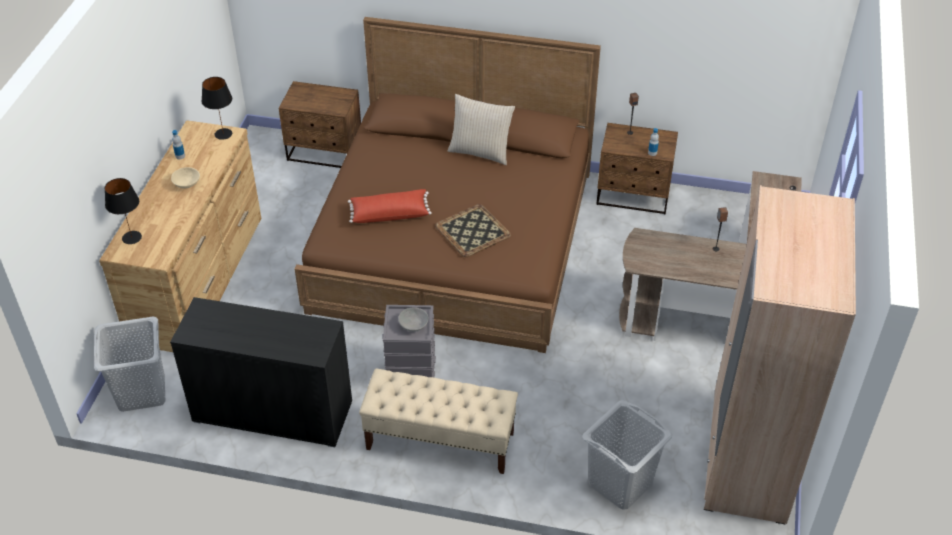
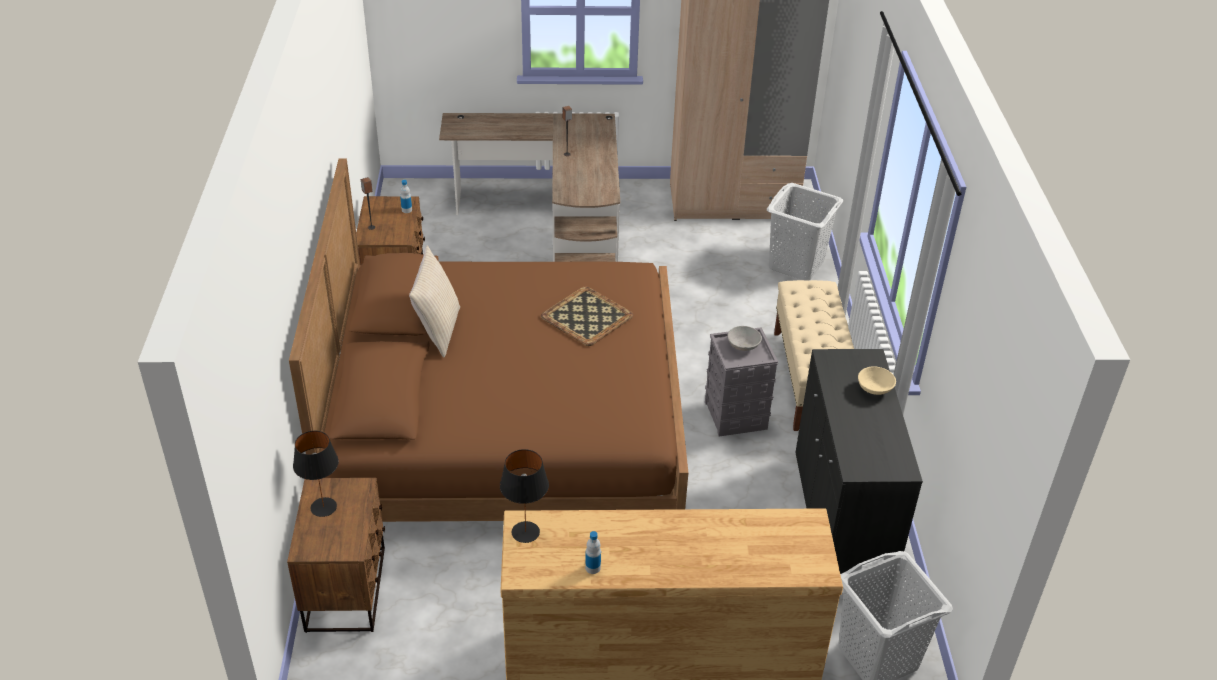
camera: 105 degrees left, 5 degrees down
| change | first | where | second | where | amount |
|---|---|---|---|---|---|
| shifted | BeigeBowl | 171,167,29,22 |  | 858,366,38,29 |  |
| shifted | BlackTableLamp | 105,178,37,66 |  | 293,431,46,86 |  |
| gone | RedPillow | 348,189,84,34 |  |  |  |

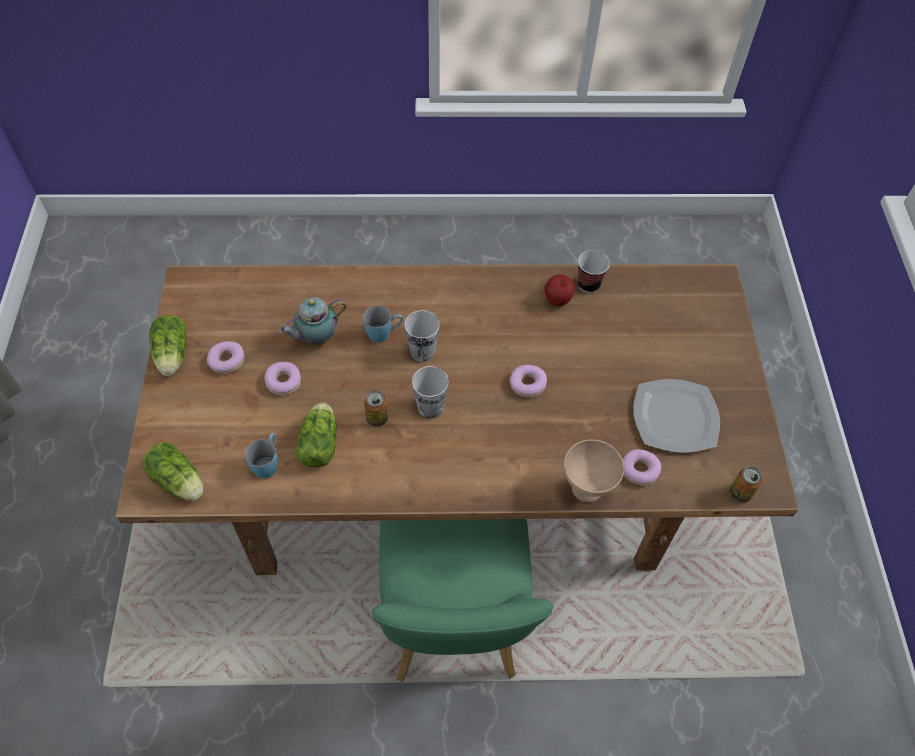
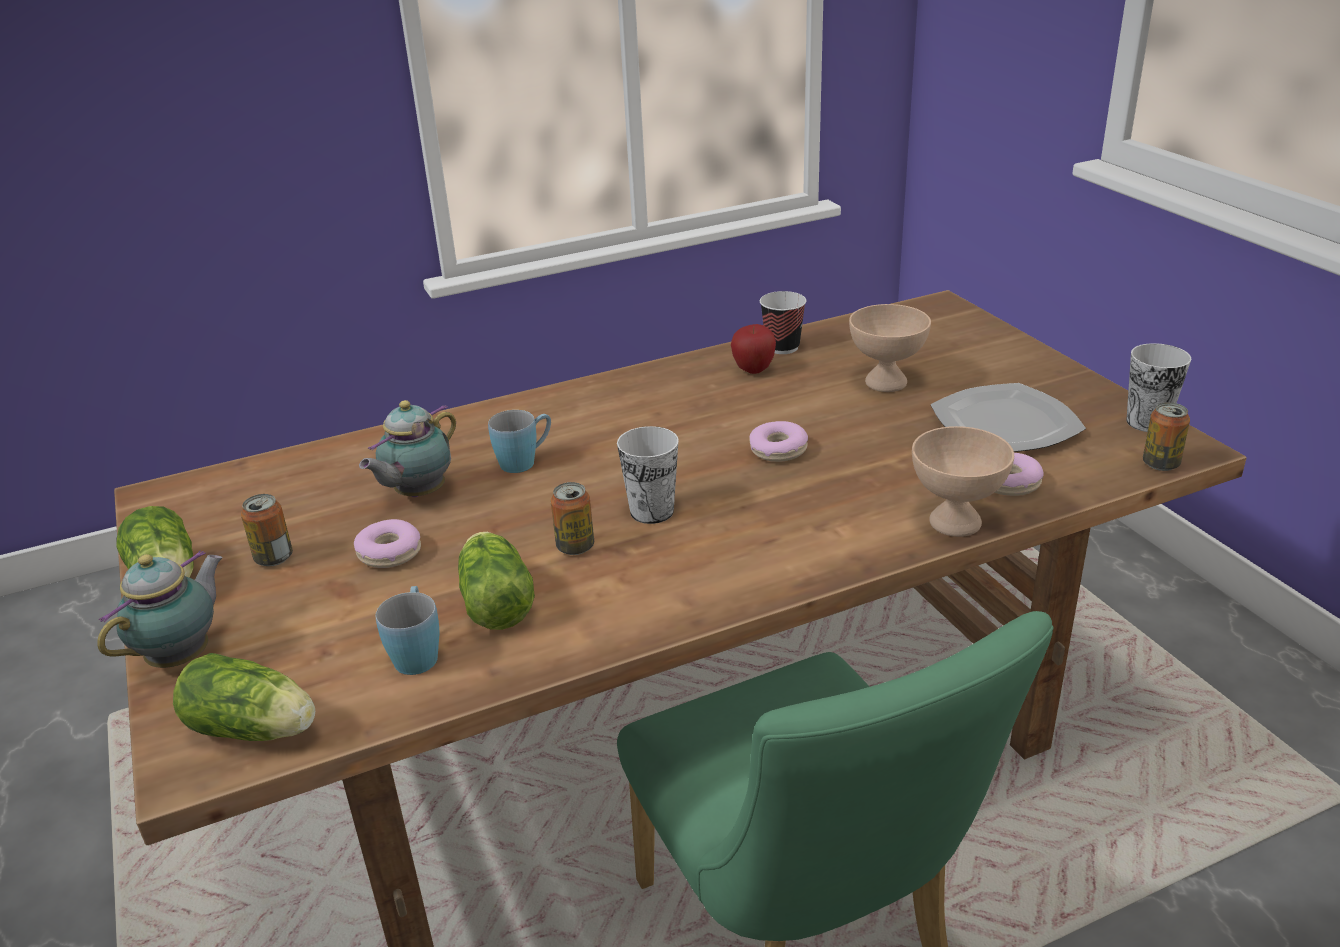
camera: 20 degrees left, 25 degrees down
| change | first | where | second | where | amount |
|---|---|---|---|---|---|
| shifted | Cup | 405,310,35,52 |  | 1126,343,65,89 |  |
| swapped | Donut | 207,341,38,32 | Can | 241,494,52,72 |  |
| new |  |  | BeigeBowl | 849,304,82,88 |  |
| new |  |  | Teapot | 97,551,126,117 |  |

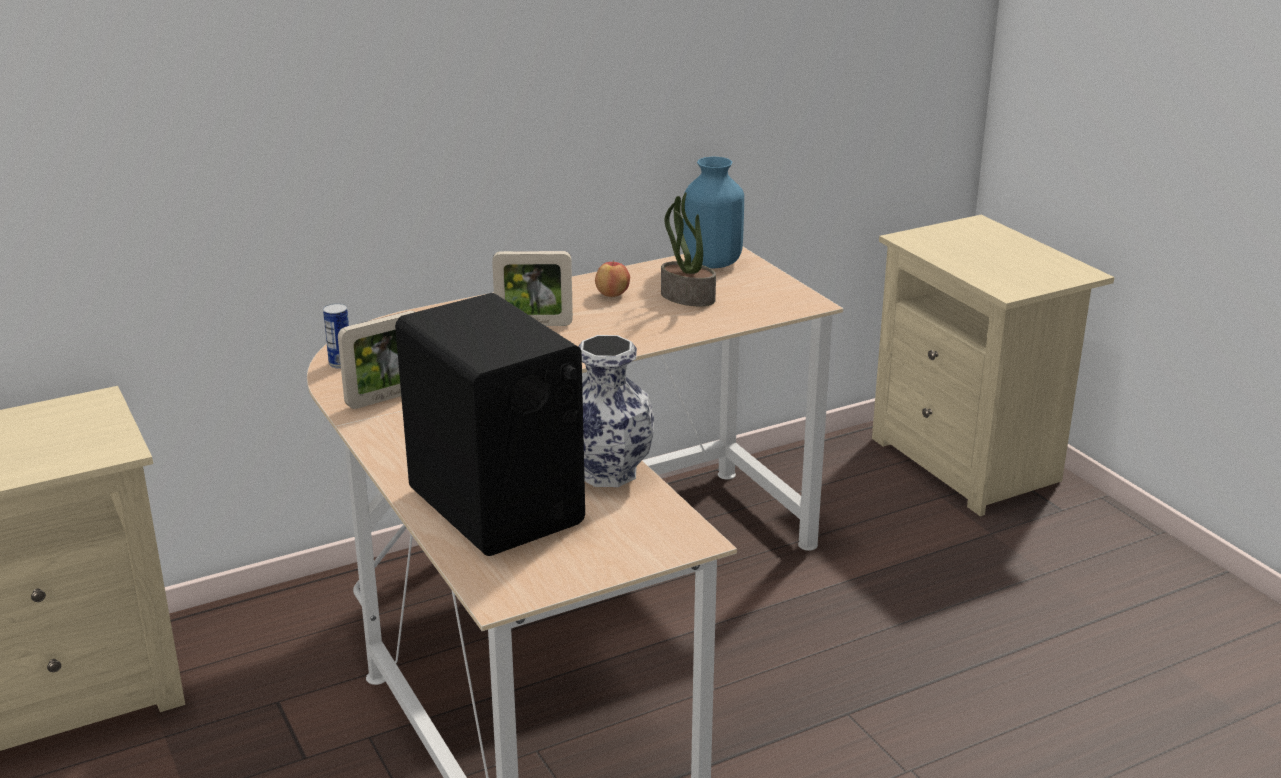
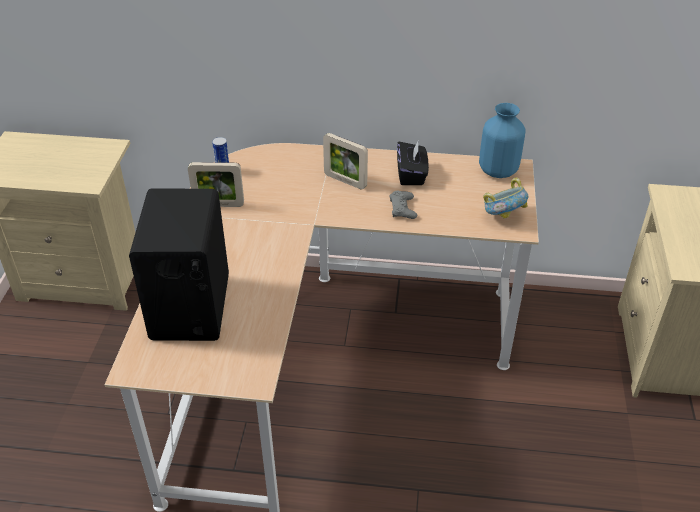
camera: 35 degrees right, 15 degrees up
| change | first | where | second | where | amount |
|---|---|---|---|---|---|
| gone | PottedPlant | 661,192,55,114 |  |  |  |
| swapped | Apple | 595,261,35,36 | BlackTissueBox | 397,142,32,43 |  |
| gone | Vase | 578,335,76,152 |  |  |  |
| new |  |  | Bowl | 483,178,45,41 |  |
| new |  |  | GreyGameController | 390,191,27,28 |  |

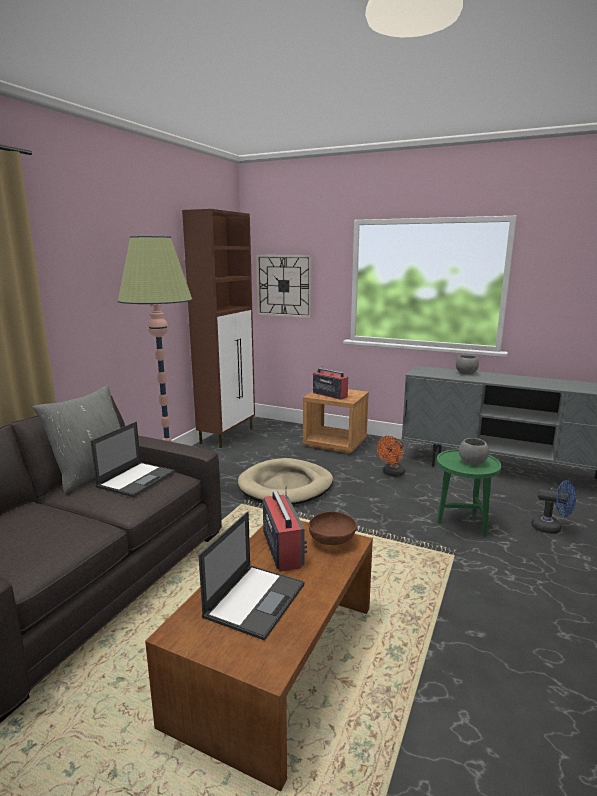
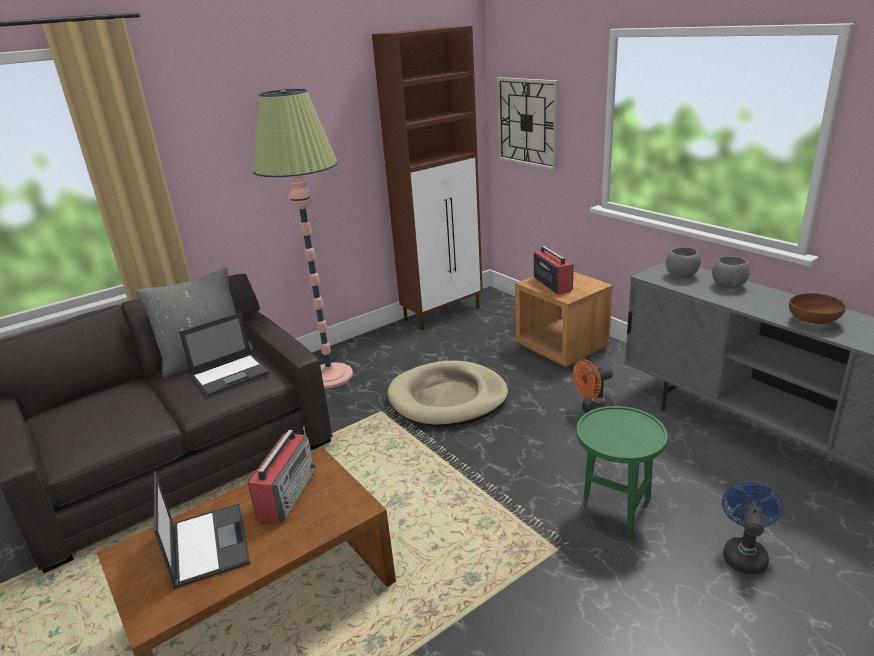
camera: 30 degrees right, 10 degrees up
| change | first | where | second | where | amount |
|---|---|---|---|---|---|
| shifted | GreyBowl | 459,438,30,27 |  | 666,247,35,32 |  |
| rotated | BlueFan | 531,480,45,54 |  | 722,481,61,94 | 120 degrees counterclockwise |
| shifted | BrownBowl | 309,511,48,34 |  | 789,293,57,31 |  |
| rotated | Laptop | 198,512,106,129 |  | 154,471,97,118 | 75 degrees counterclockwise |

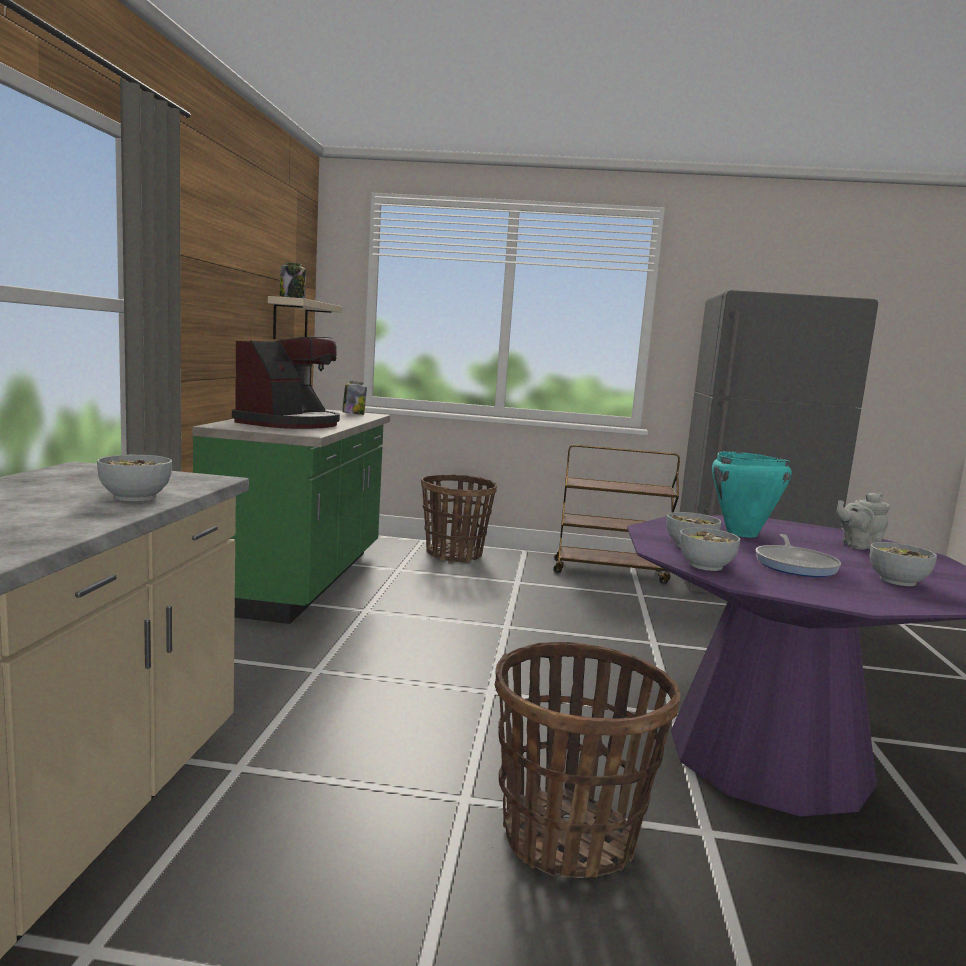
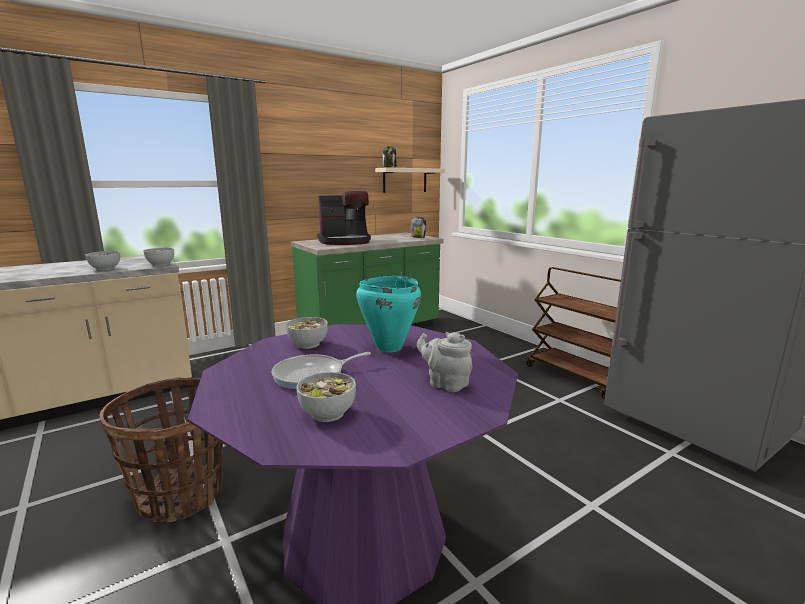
camera: 50 degrees right, 5 degrees up
| change | first | where | second | where | amount |
|---|---|---|---|---|---|
| gone | Basket | 421,475,76,87 |  |  |  |
| shifted | Bowl | 679,527,61,44 |  | 143,248,31,18 |  |

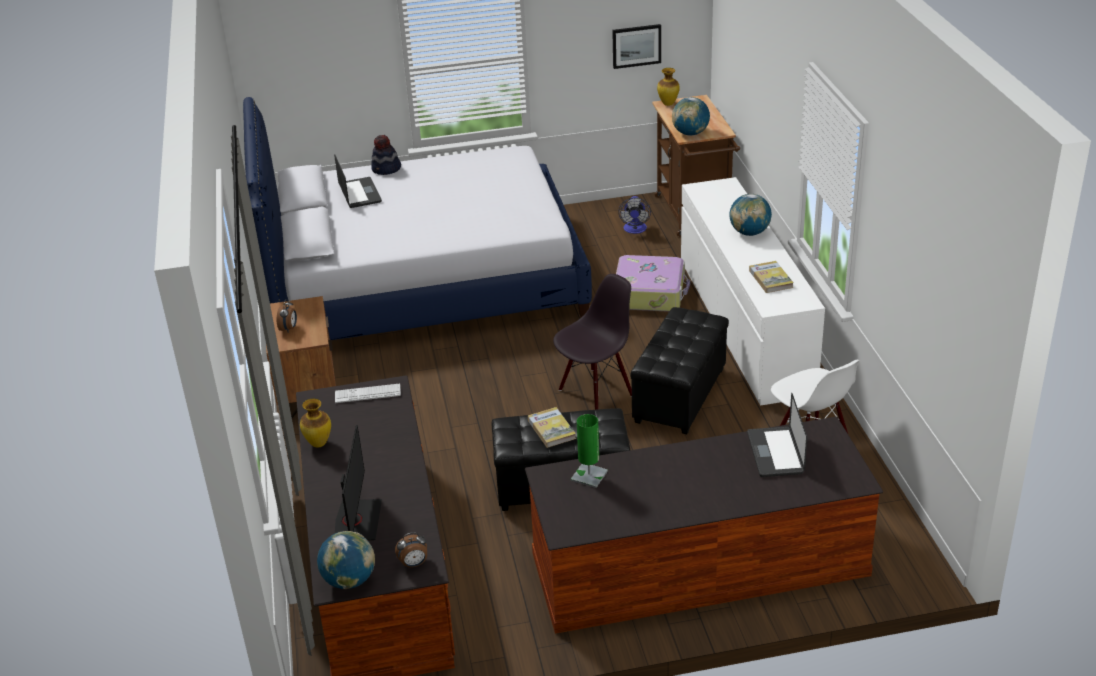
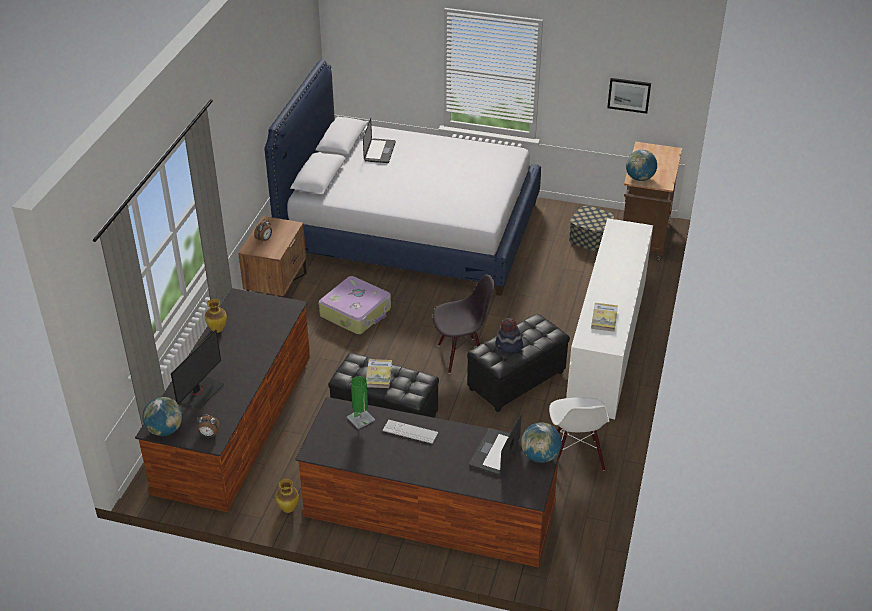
camera: 25 degrees right, 5 degrees up
| change | first | where | second | where | amount |
|---|---|---|---|---|---|
| shifted | Vase | 657,68,23,38 |  | 275,479,24,34 |  |
| shifted | Hat | 371,135,30,40 |  | 495,318,28,35 |  |
| shifted | Globe | 729,194,43,42 |  | 521,422,40,41 |  |
| swapped | Fan | 618,196,33,38 | StorageBox | 569,206,45,45 |  |
| shifted | Suitcase | 616,255,74,57 |  | 319,276,72,58 |  |
| shifted | Keyboard | 335,383,66,20 |  | 383,420,55,24 |  |

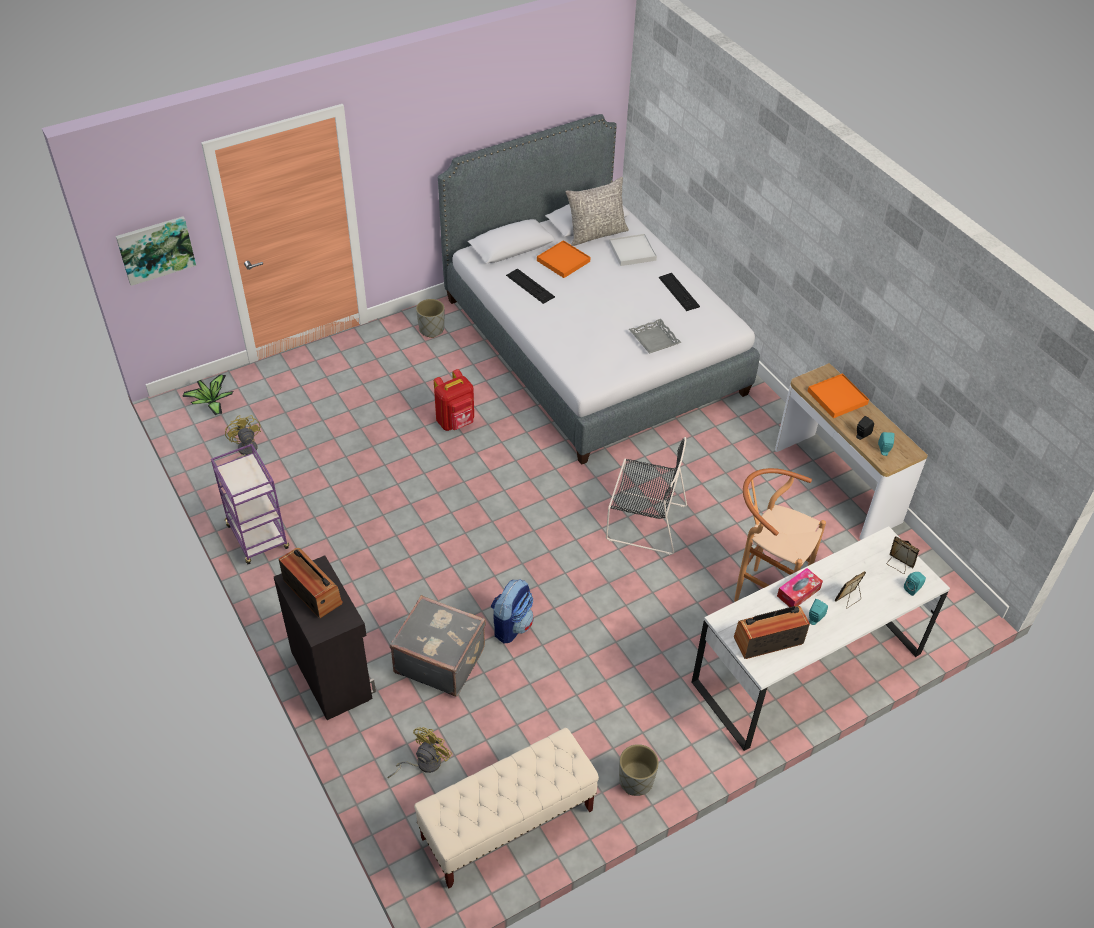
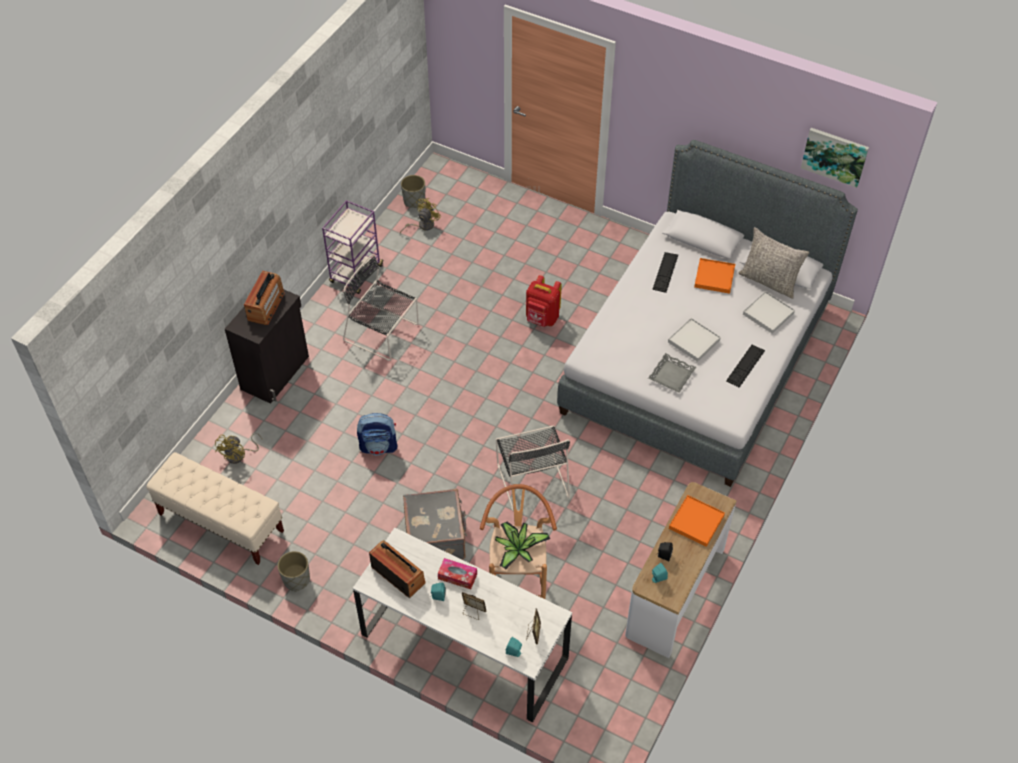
camera: 60 degrees right, 5 degrees up
| change | first | where | second | where | amount |
|---|---|---|---|---|---|
| shifted | Picture | 116,216,80,70 |  | 801,128,68,60 |  |
| shifted | GreyPlanter | 416,299,28,39 |  | 401,175,24,33 |  |
| shifted | PottedPlant | 182,374,51,41 |  | 495,522,55,48 |  |
| shifted | GreySuitcase | 390,595,96,102 |  | 403,489,64,71 |  |
| rotated | YellowFan | 387,727,65,52 |  | 215,433,47,31 | 105 degrees clockwise |
| new |  |  | BlackChair | 343,254,76,107 |  |
| new |  |  | WhiteTray | 668,318,53,44 |  |

